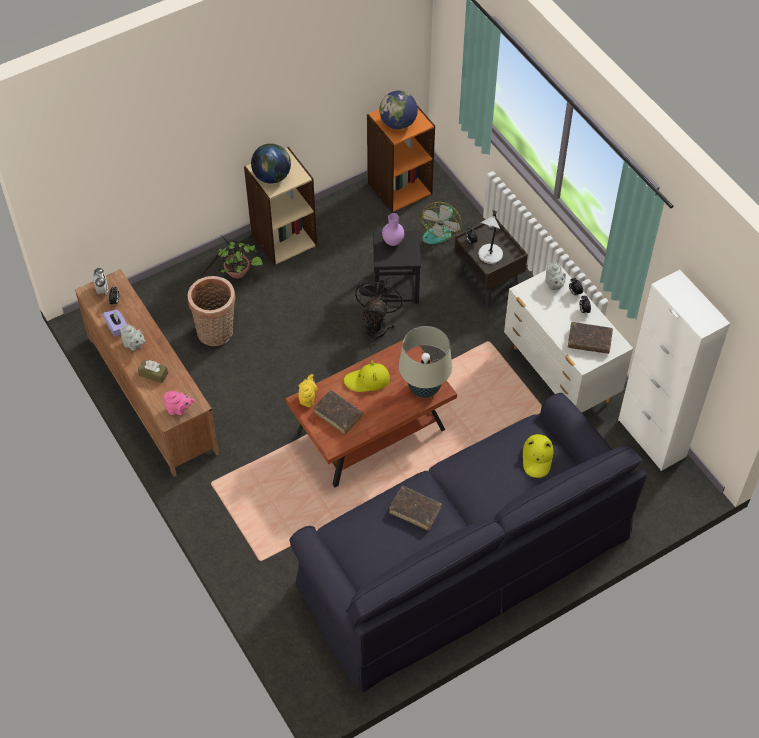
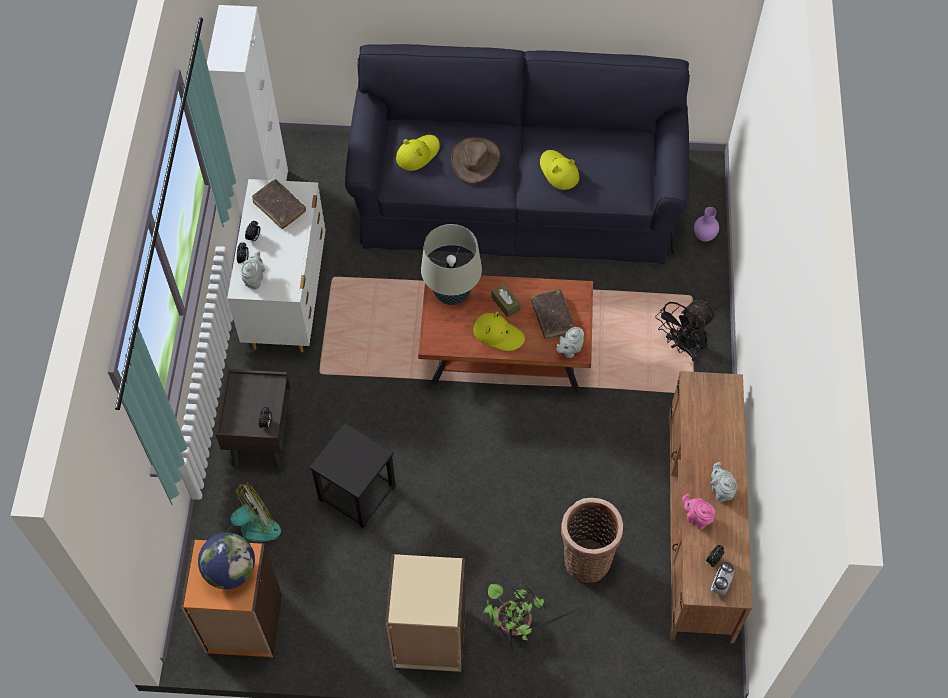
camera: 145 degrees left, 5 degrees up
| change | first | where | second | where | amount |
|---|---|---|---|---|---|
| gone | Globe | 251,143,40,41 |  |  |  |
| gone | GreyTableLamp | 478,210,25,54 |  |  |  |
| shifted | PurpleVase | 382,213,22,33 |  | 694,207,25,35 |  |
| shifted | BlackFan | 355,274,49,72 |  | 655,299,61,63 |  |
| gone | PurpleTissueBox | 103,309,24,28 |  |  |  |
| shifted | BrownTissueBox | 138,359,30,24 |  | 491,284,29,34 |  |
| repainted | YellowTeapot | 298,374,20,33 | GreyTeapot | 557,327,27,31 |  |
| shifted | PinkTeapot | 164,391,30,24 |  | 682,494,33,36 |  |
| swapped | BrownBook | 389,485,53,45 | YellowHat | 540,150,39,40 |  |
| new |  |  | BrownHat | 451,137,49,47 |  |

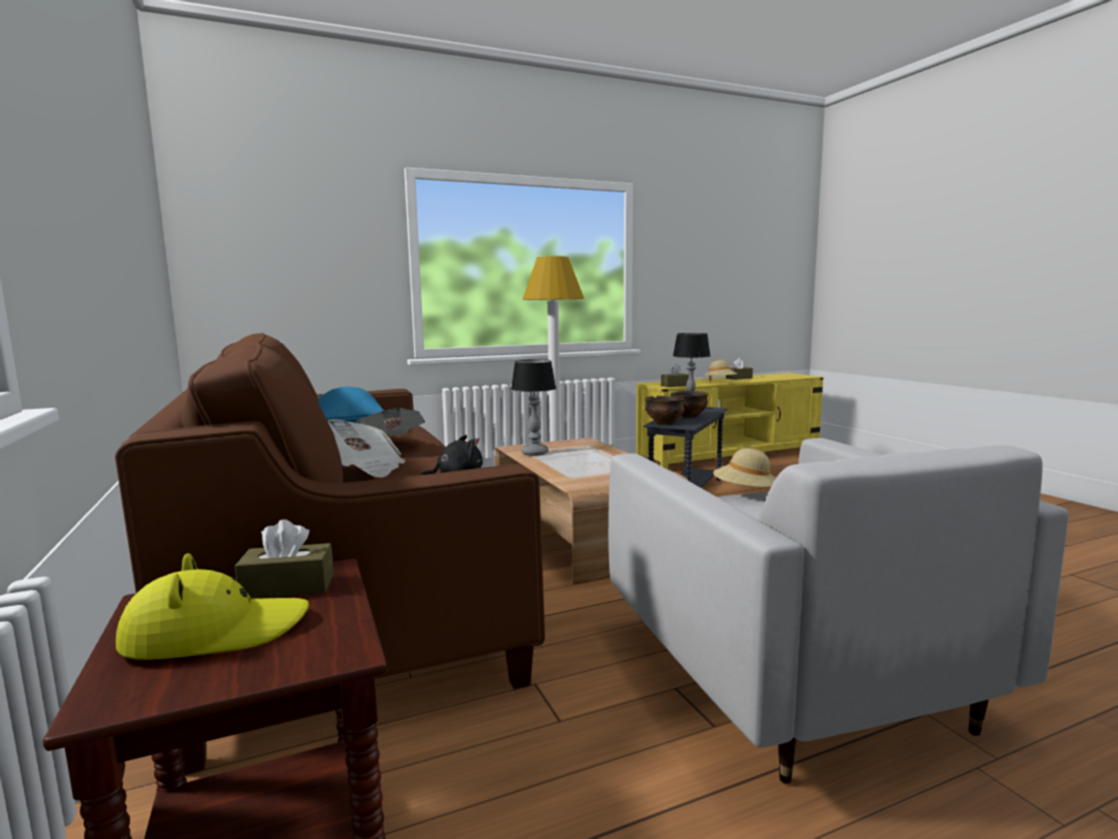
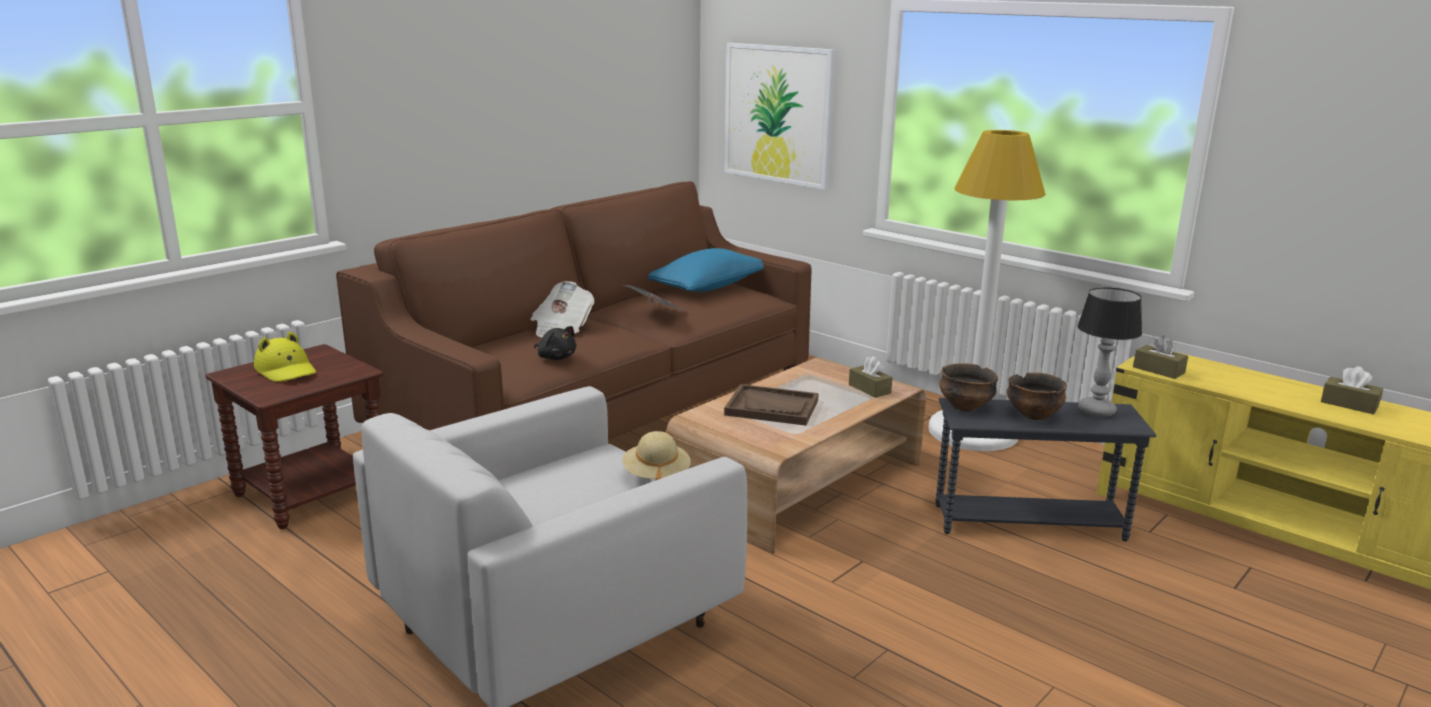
camera: 65 degrees right, 10 degrees up
| change | first | where | second | where | amount |
|---|---|---|---|---|---|
| gone | TableLamp | 511,360,45,96 |  |  |  |
| gone | BeigeHat | 704,360,33,21 |  |  |  |
| shifted | BrownTissueBox | 235,520,99,79 |  | 849,356,44,42 |  |
| new |  |  | Picture | 724,43,112,147 |  |
| new |  |  | BrownTray | 724,384,95,42 |  |

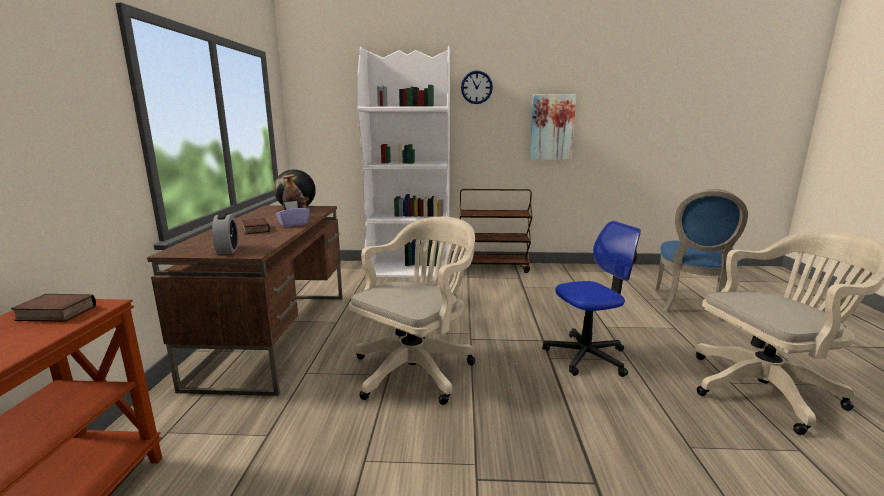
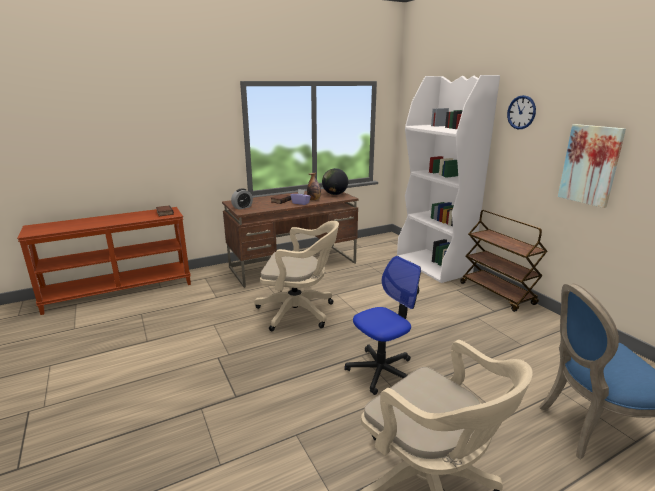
camera: 60 degrees right, 5 degrees up
| change | first | where | second | where | amount |
|---|---|---|---|---|---|
| rotated | OfficeChair | 542,221,99,156 |  | 344,256,77,139 | 75 degrees counterclockwise |

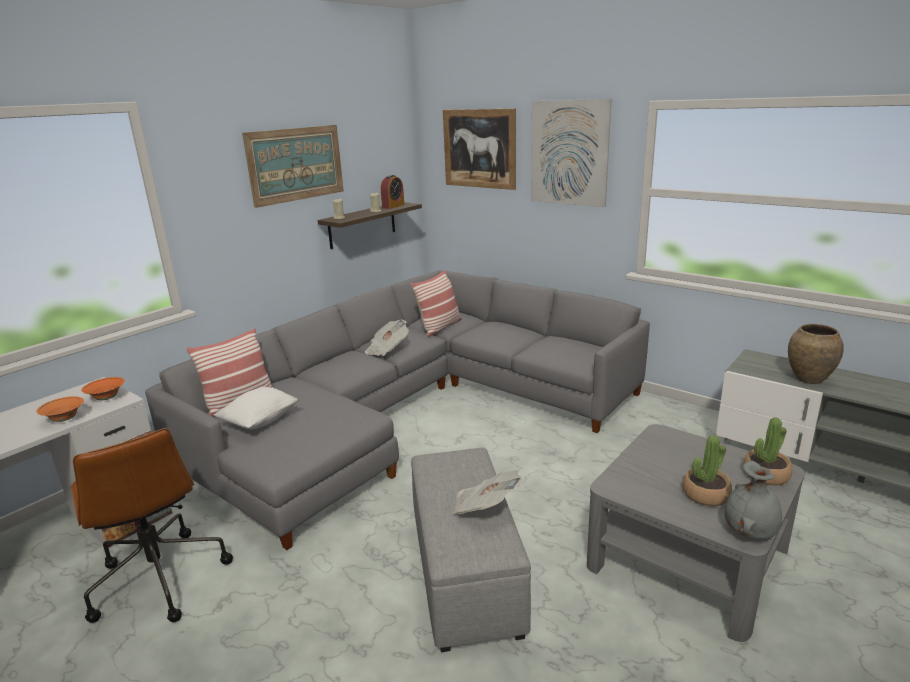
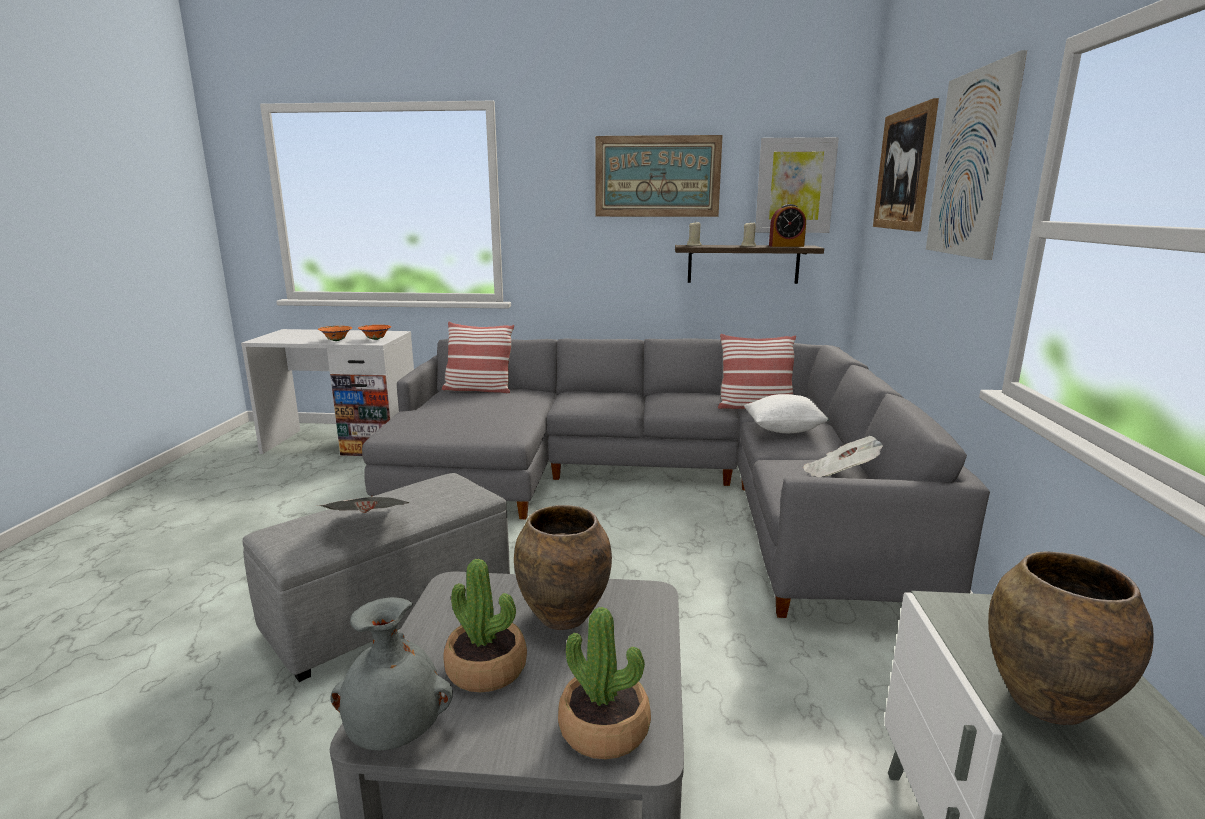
camera: 55 degrees right, 5 degrees down
| change | first | where | second | where | amount |
|---|---|---|---|---|---|
| shifted | Newspaper | 365,320,44,36 |  | 803,436,80,41 |  |
| shifted | WhitePillow | 214,386,85,43 |  | 744,394,85,39 |  |
| gone | BrownOfficeChair | 71,428,162,195 |  |  |  |
| new |  |  | Picture | 755,137,84,96 |  |
| new |  |  | BrownVase | 514,505,98,125 |  |

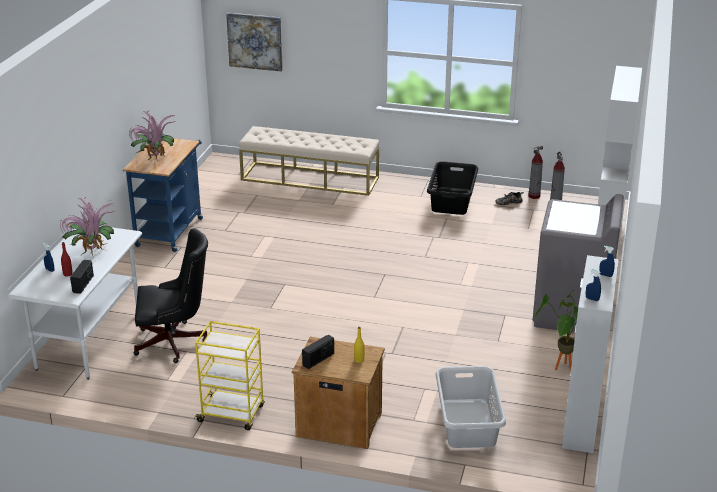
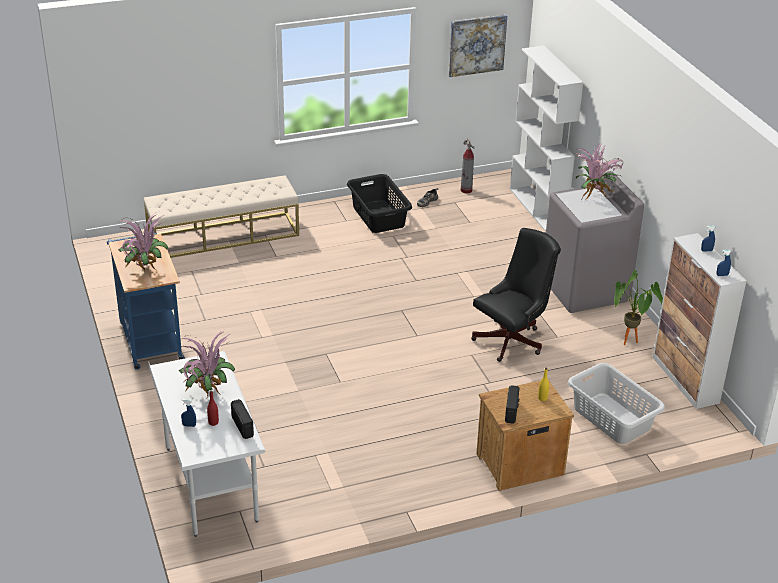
camera: 35 degrees left, 5 degrees up
| change | first | where | second | where | amount |
|---|---|---|---|---|---|
| shifted | Picture | 226,13,57,59 |  | 448,14,59,63 |  |
| gone | FireExtinguisher | 528,146,15,53 |  |  |  |
| shifted | BlackOfficeChair | 134,228,74,135 |  | 471,228,90,134 |  |
| gone | YellowCart | 195,321,70,109 |  |  |  |
| new |  |  | PottedPlant | 575,143,48,58 |  |

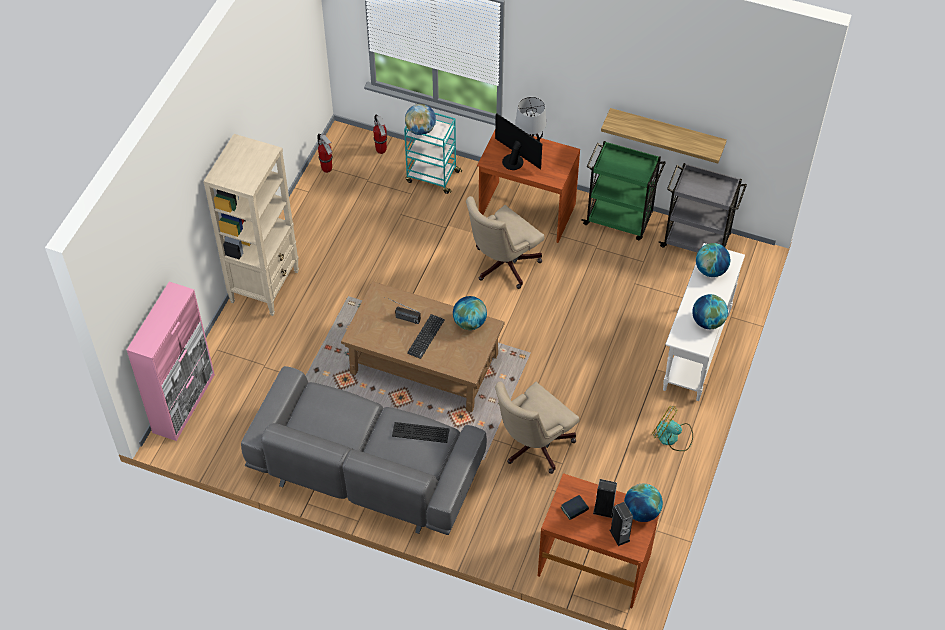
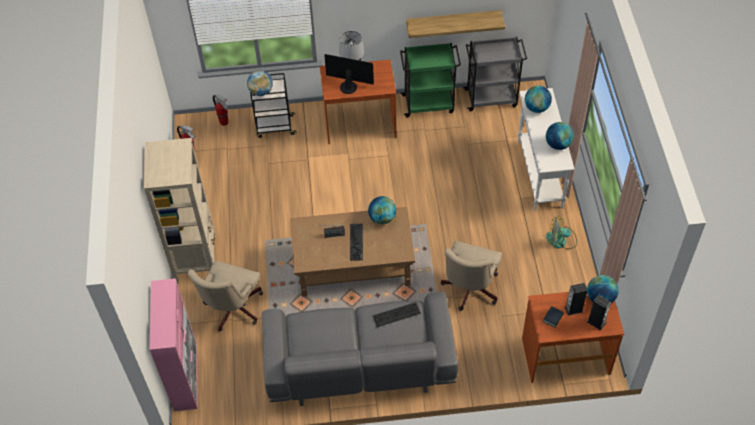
camera: 25 degrees left, 0 degrees up
| change | first | where | second | where | amount |
|---|---|---|---|---|---|
| repainted | TurquoiseCart | 404,113,58,81 | BlackCart | 250,73,47,65 |  |
| shifted | BeigeOfficeChair | 466,196,78,93 |  | 188,260,75,71 |  |

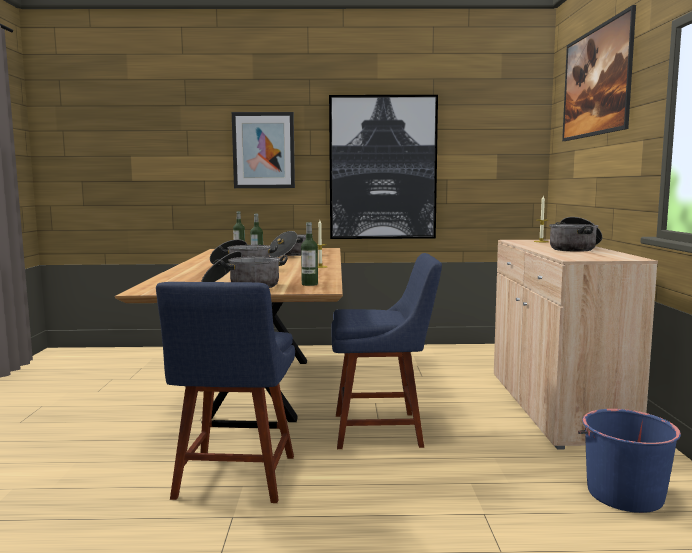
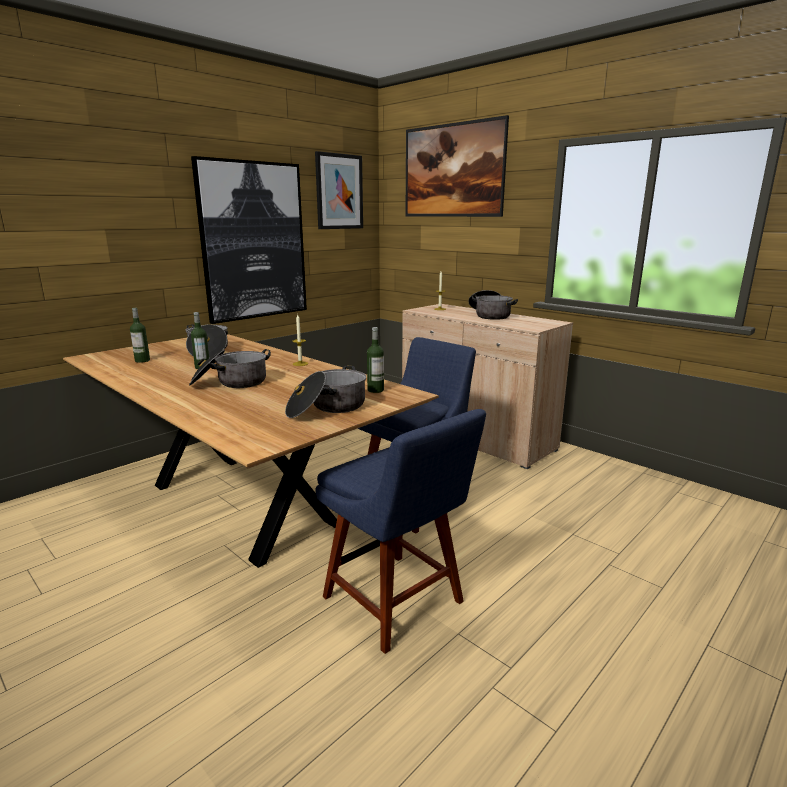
camera: 45 degrees left, 10 degrees up
| change | first | where | second | where | amount |
|---|---|---|---|---|---|
| shifted | Picture | 232,112,63,76 |  | 315,151,48,78 |  |
| gone | BlueBucket | 578,409,103,104 |  |  |  |

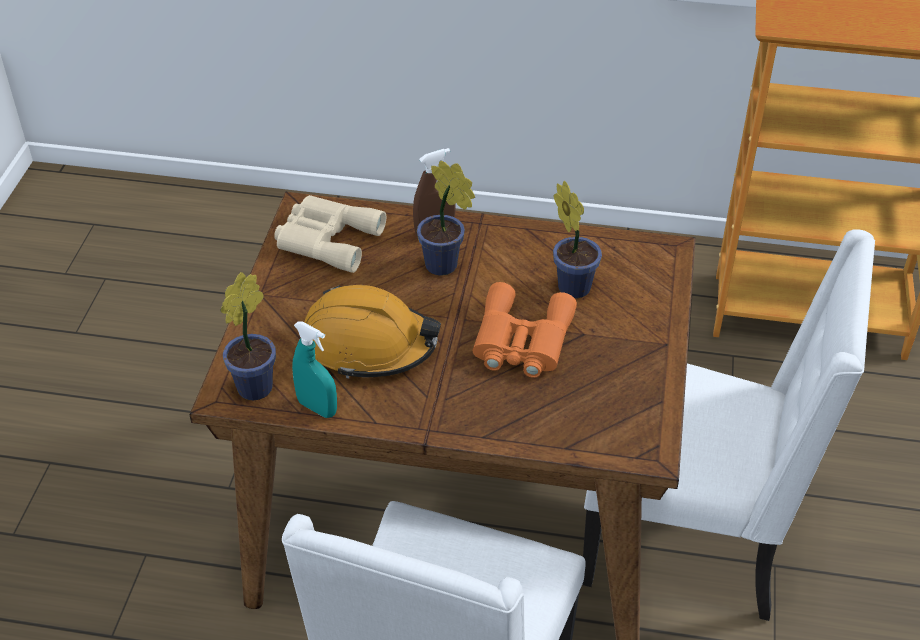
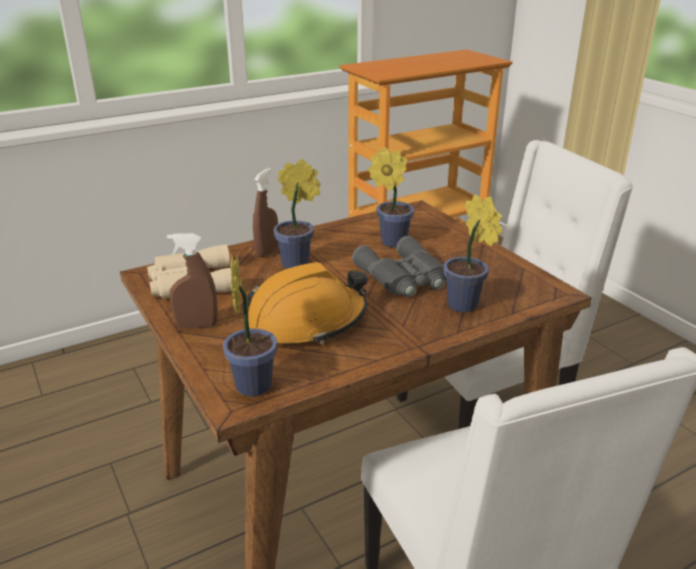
camera: 40 degrees left, 15 degrees down
| change | first | where | second | where | amount |
|---|---|---|---|---|---|
| repainted | OrangeBinoculars | 473,282,104,96 | GreyBinoculars | 352,236,94,61 |  |
| gone | TurquoiseSprayBottle | 292,321,45,97 |  |  |  |
| new |  |  | PottedPlant | 444,195,58,117 |  |
| new |  |  | BrownSprayBottle | 167,233,51,95 |  |

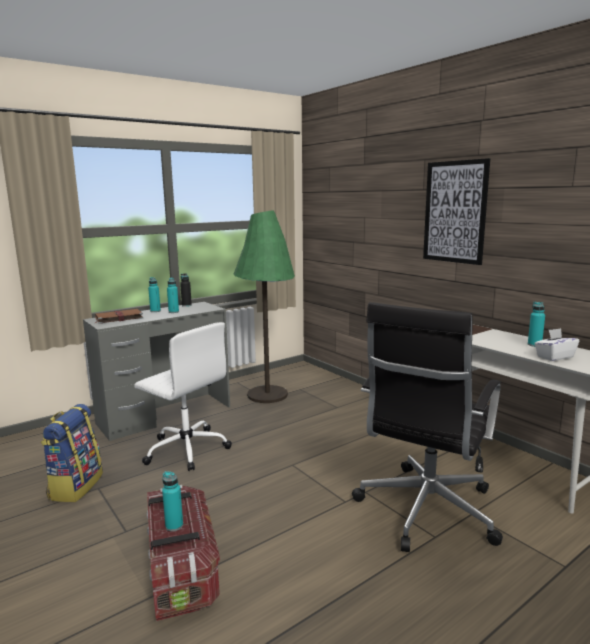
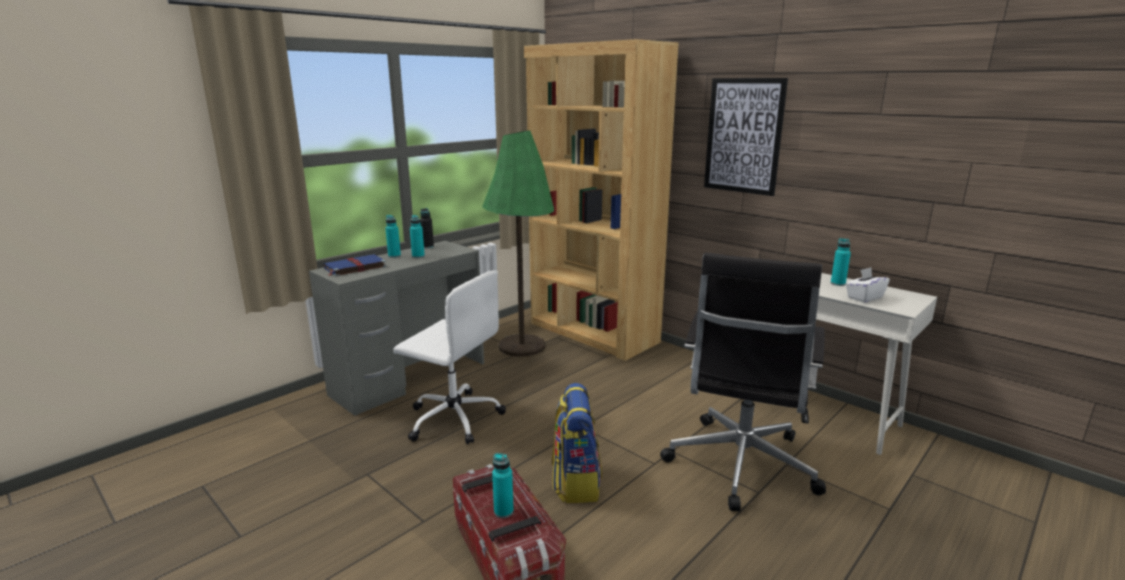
camera: 10 degrees left, 5 degrees up
| change | first | where | second | where | amount |
|---|---|---|---|---|---|
| repainted | BrownBook | 94,309,49,15 | BlueBook | 323,254,63,22 |  |
| shifted | Backpack | 41,404,62,98 |  | 552,383,50,120 |  |
| new |  |  | BrownBookcase | 524,39,155,322 |  |

